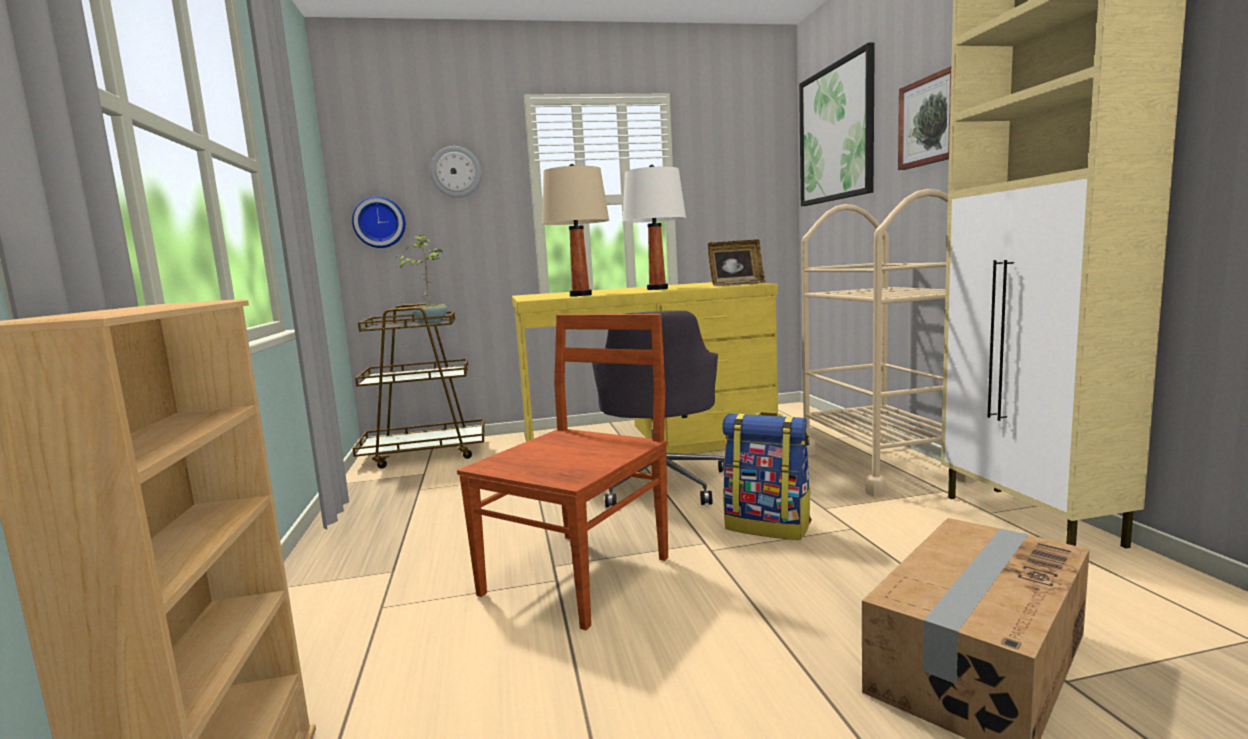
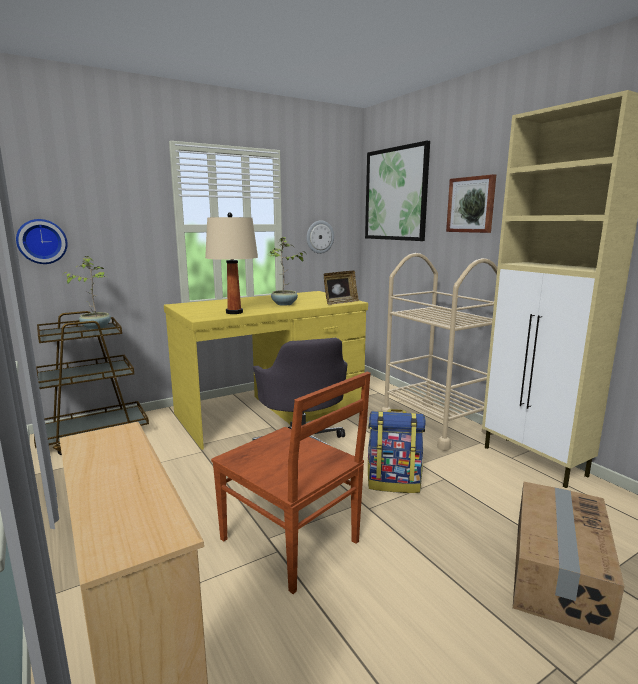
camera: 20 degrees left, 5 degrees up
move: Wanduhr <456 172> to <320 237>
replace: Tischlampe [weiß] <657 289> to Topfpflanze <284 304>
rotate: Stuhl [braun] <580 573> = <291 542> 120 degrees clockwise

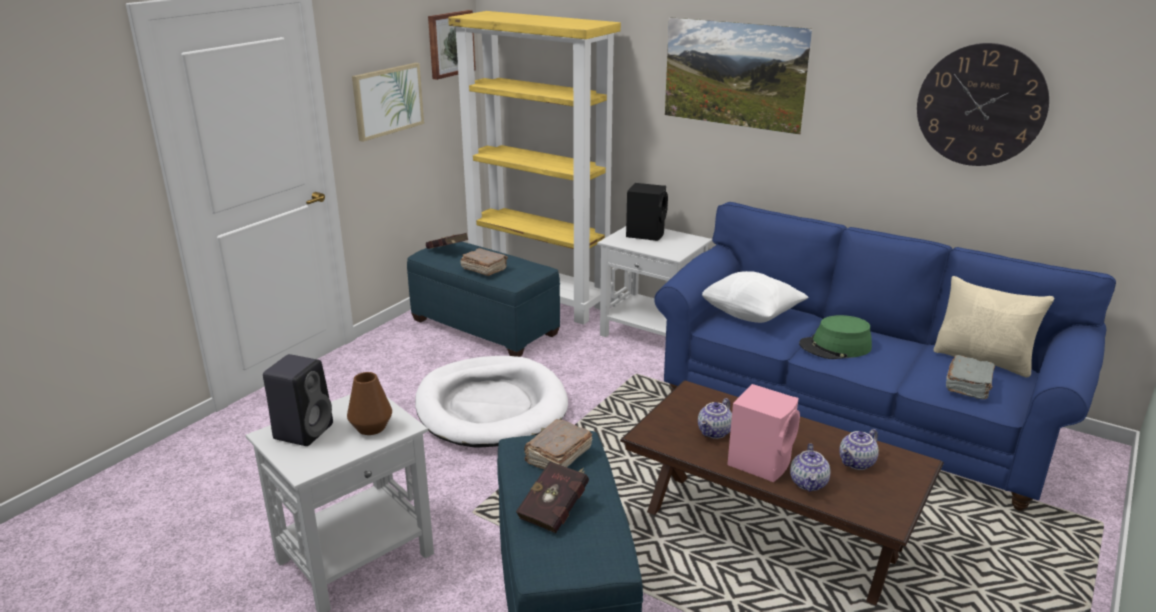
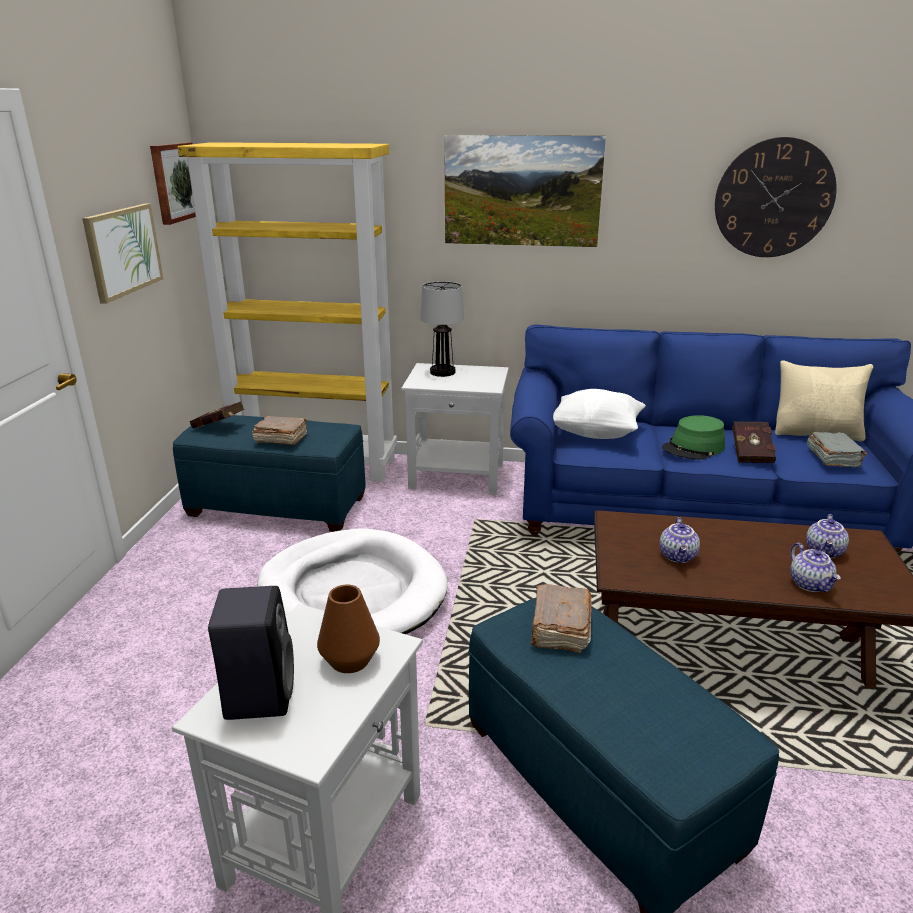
camera: 25 degrees left, 0 degrees up
delete: Lautsprecher [rosa] <760 462>
move: Buch [rot] <556 510> to <751 453>
replace: Lautsprecher [schwarz] <646 234> to Tischlampe <442 372>

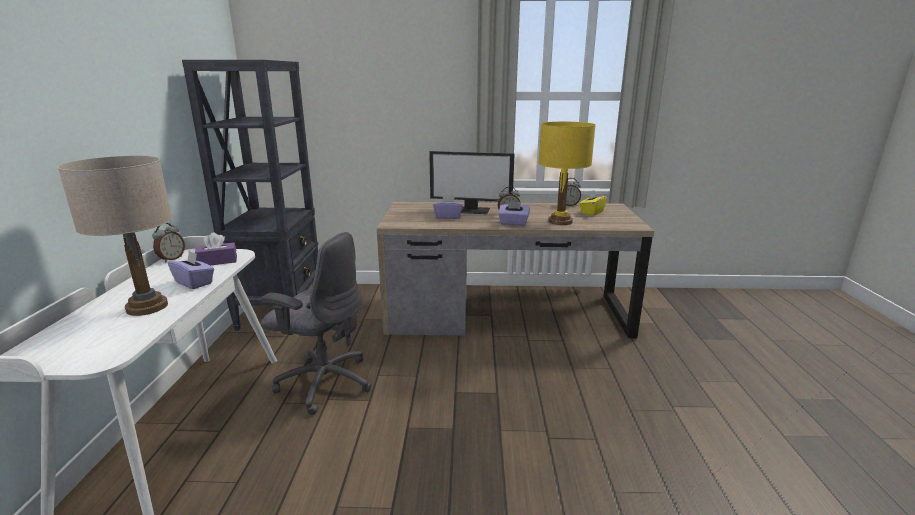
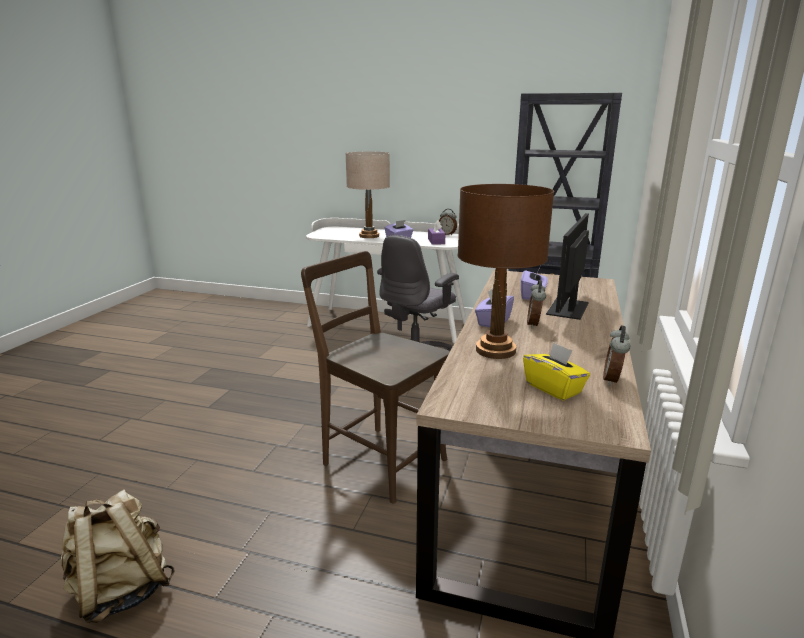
camera: 105 degrees right, 0 degrees up
insert: Rucksack [beige] <121 590>; Stuhl [braun] <379 459>
recolor: Tischlampe [gelb] <560 221> to Tischlampe [braun] <496 350>

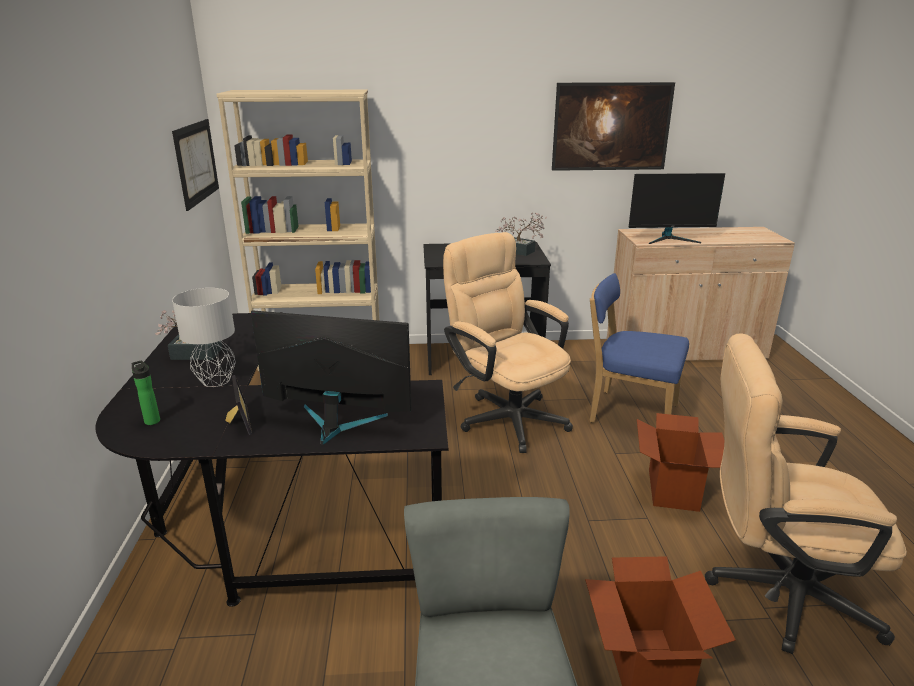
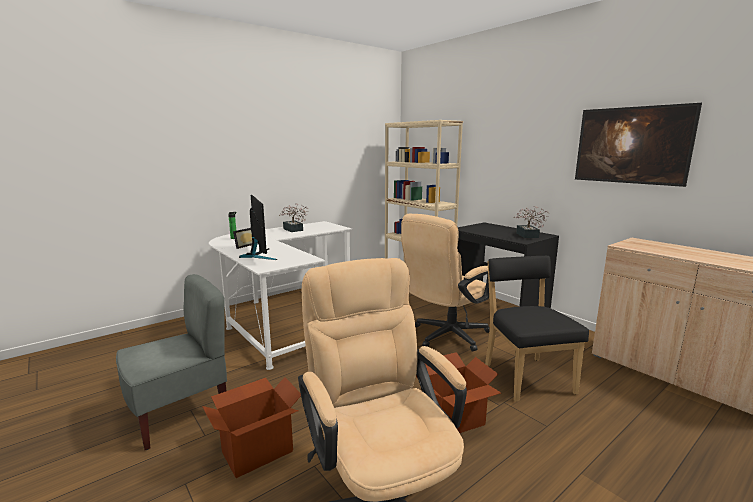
camera: 55 degrees right, 10 degrees down
delete: Bild <196 162>; Tischlampe [grau] <216 380>; Monitor <670 239>
recolor: Schreibtisch [schwarz] <270 520> to Schreibtisch [weiß] <282 316>; Stuhl [blau] <629 413> to Stuhl [schwarz] <525 376>
rotate: Bürostuhl [beige] <506 416> = <445 337> 150 degrees counterclockwise

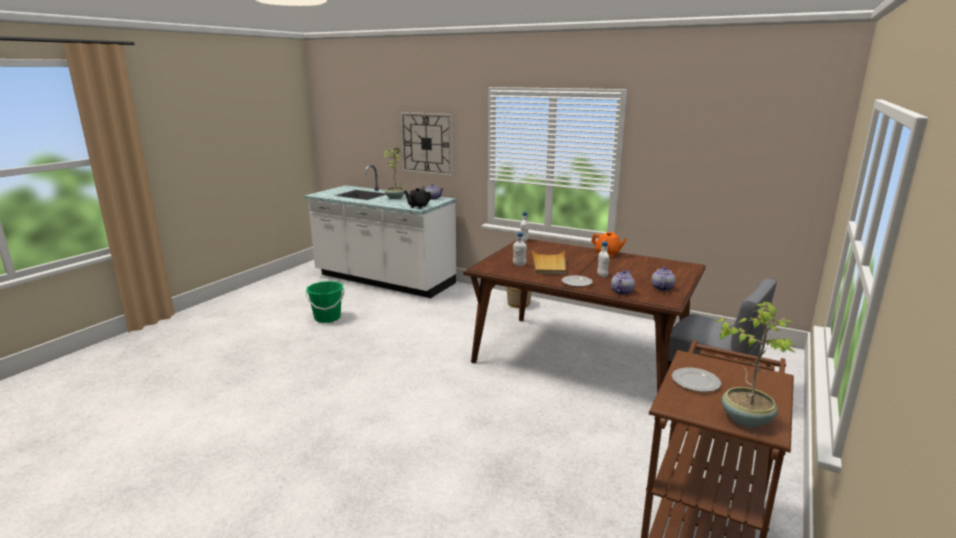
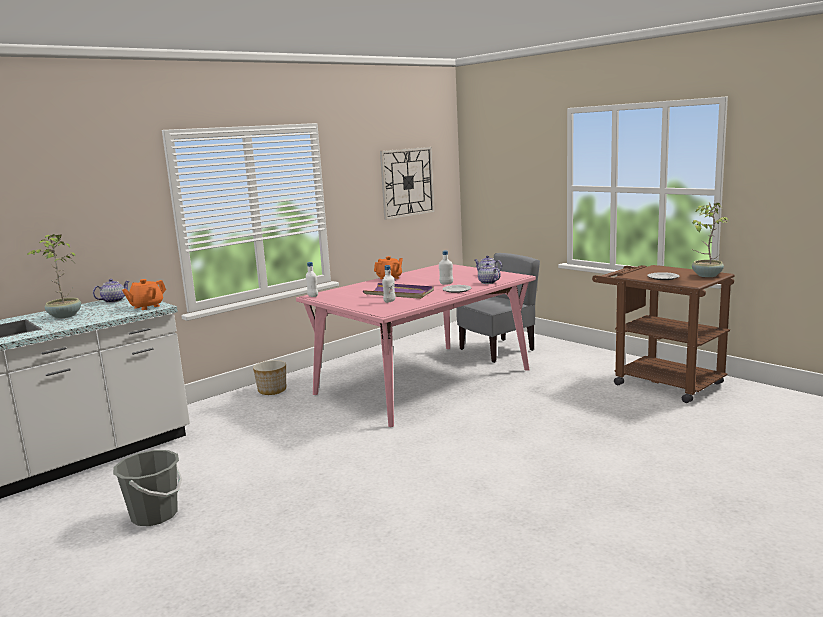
camera: 70 degrees left, 5 degrees down
move: Wanduhr <427 143> to <407 182>
recolor: Eimer [grün] <327 318> to Eimer [grau] <155 515>; Teekanne [schwarz] <418 206> to Teekanne [orange] <146 307>; Esstisch [braun] <579 359> to Esstisch [rosa] <423 382>; Tablett [beige] <549 264> to Tablett [lila] <399 293>

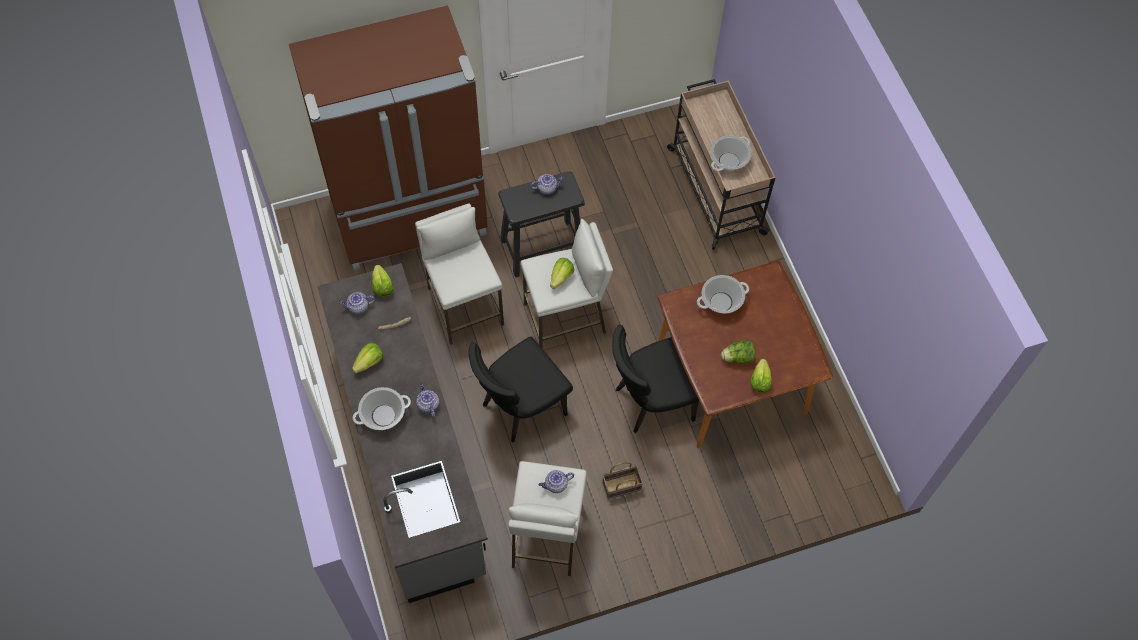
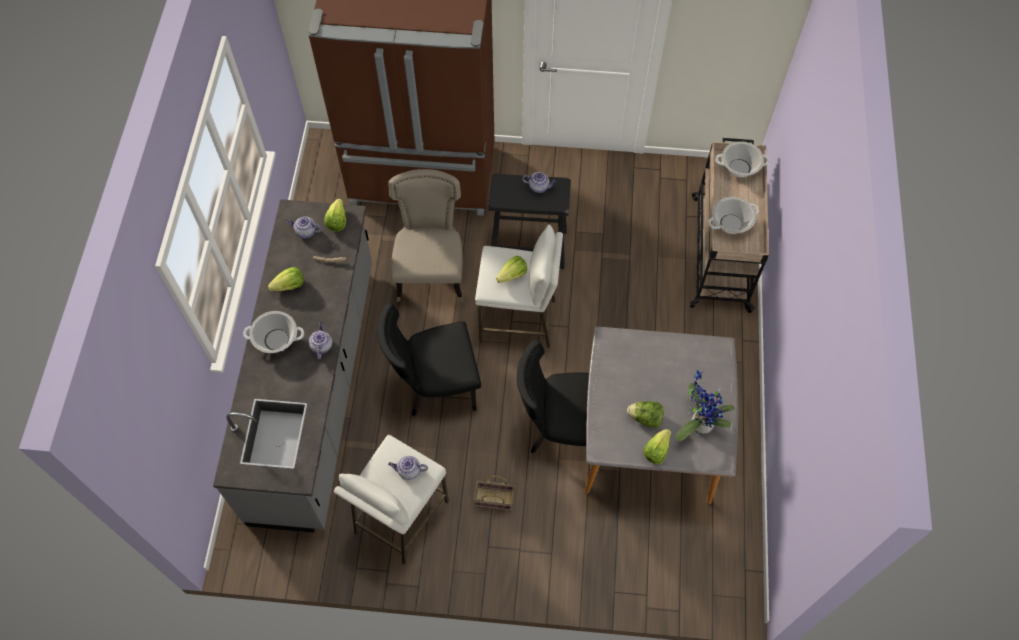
camera: 25 degrees right, 0 degrees up
insert: Topfpflanze <699 422>
move: Kochtopf <721 302> to <739 167>
replace: Hocker [weiß] <464 306> to Stuhl [beige] <431 273>
recolor: Esstisch [braun] <731 380> to Esstisch [grau] <649 440>

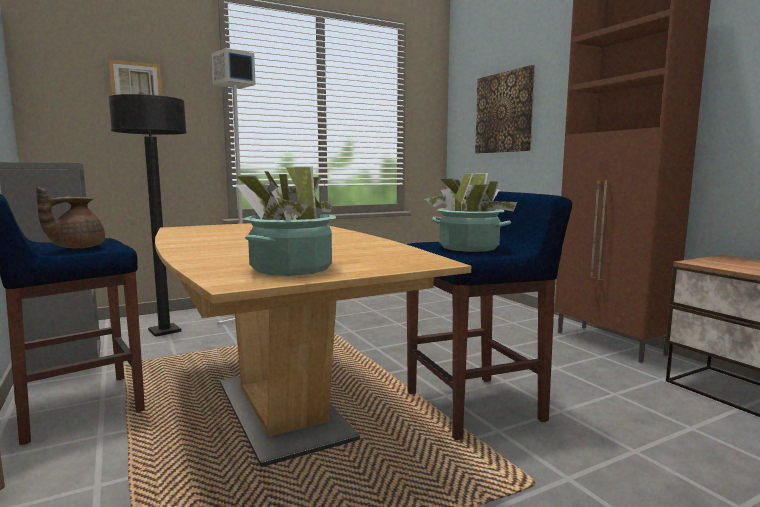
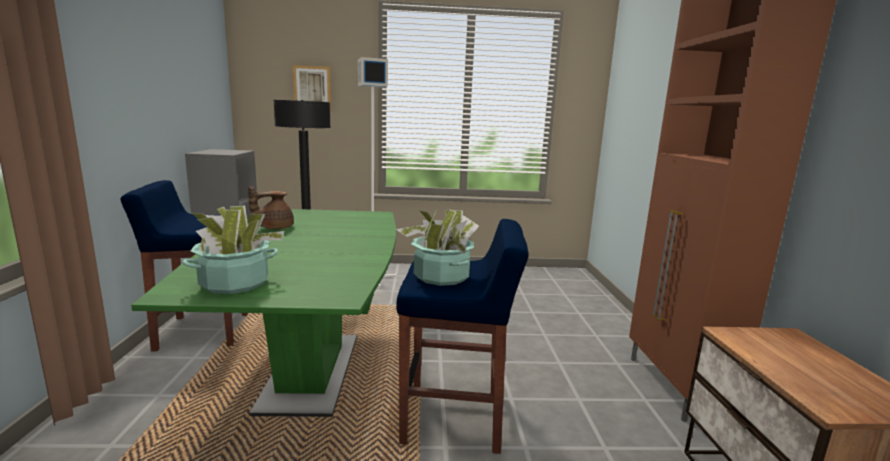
camera: 25 degrees right, 5 degrees up
delete: Bild <504 112>
move: Teekanne [braun] <76 247> to <274 228>
recolor: Esstisch [braun] <282 410> to Esstisch [grün] <311 371>

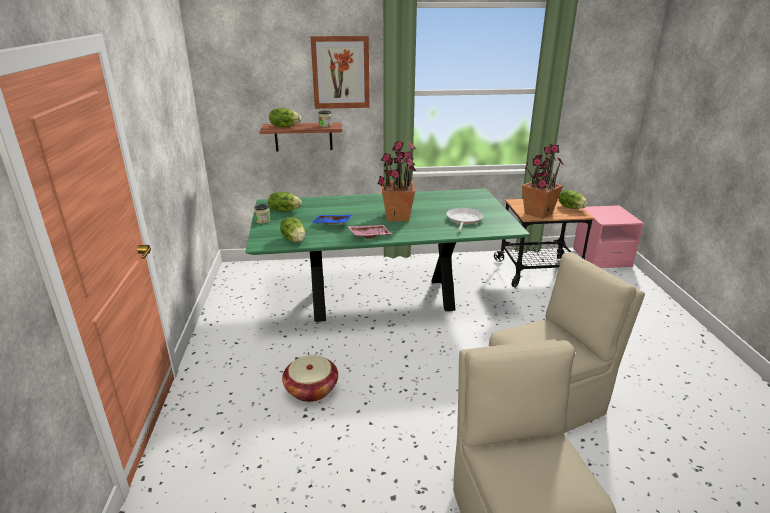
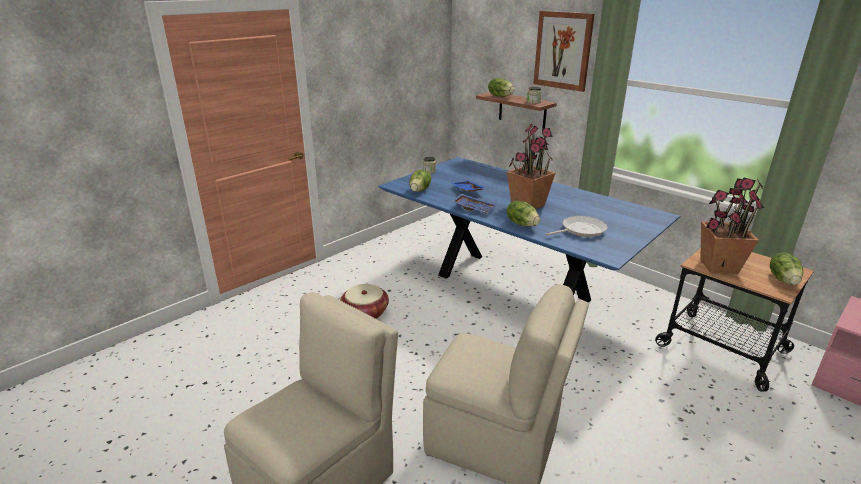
camera: 50 degrees right, 0 degrees up
move: Salatkopf <284 210> to <522 224>
recolor: Esstisch [grün] <382 300> to Esstisch [blau] <512 287>; Tablett [rosa] <369 235> to Tablett [blau] <474 208>

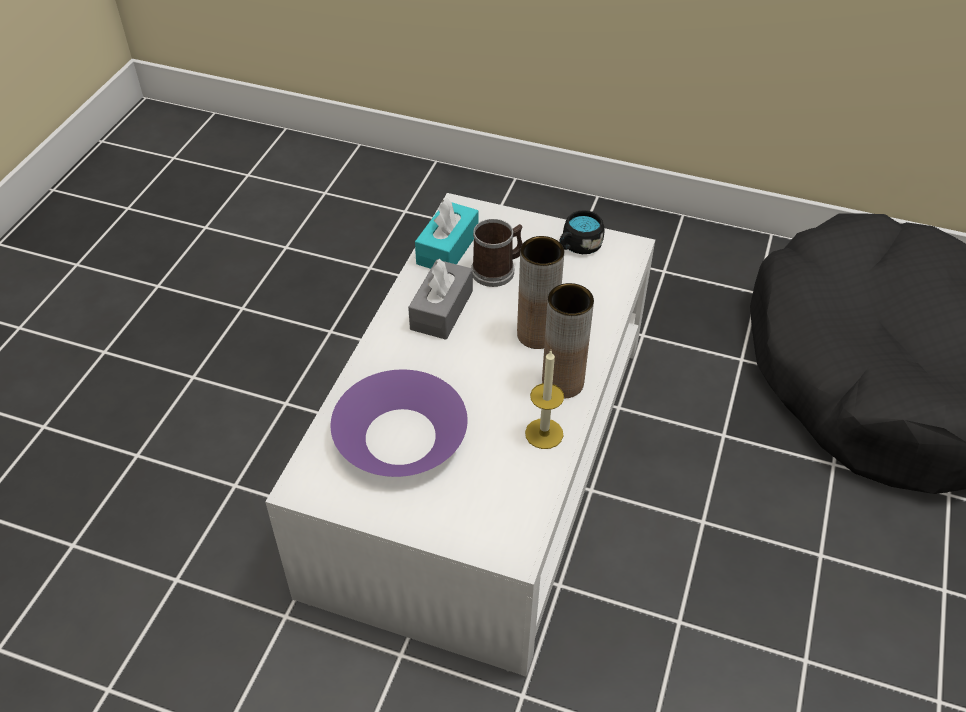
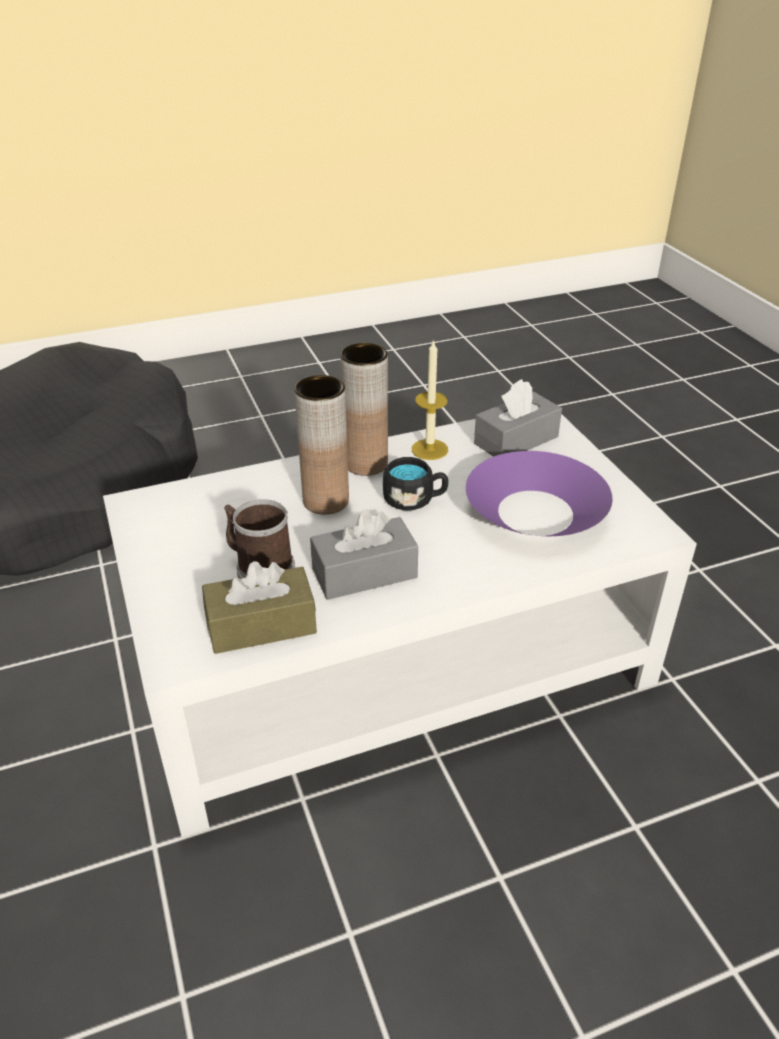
camera: 130 degrees left, 10 degrees down
insert: Taschentuchbox [grau] <516 440>
move: Henkelbecher [schwarz] <578 246> to <414 500>
recolor: Taschentuchbox [türkis] <447 248> to Taschentuchbox [braun] <261 625>

